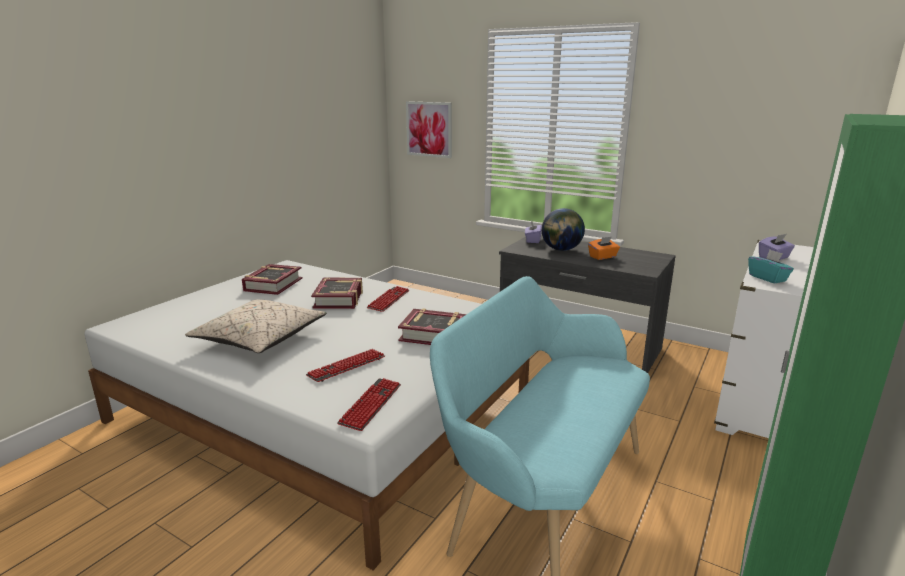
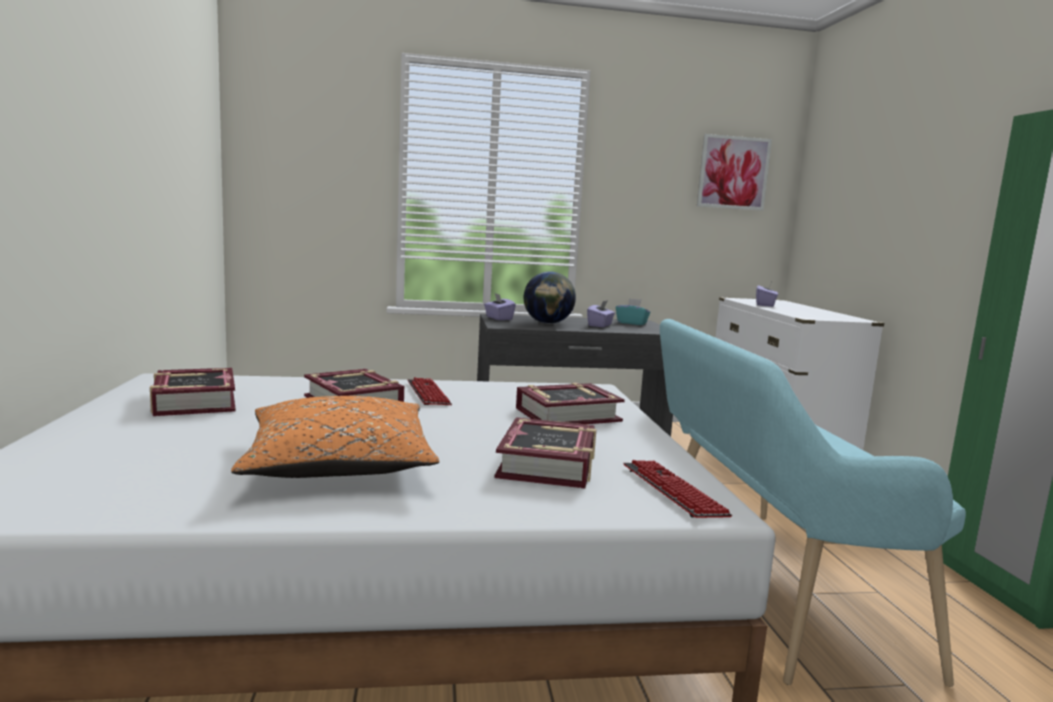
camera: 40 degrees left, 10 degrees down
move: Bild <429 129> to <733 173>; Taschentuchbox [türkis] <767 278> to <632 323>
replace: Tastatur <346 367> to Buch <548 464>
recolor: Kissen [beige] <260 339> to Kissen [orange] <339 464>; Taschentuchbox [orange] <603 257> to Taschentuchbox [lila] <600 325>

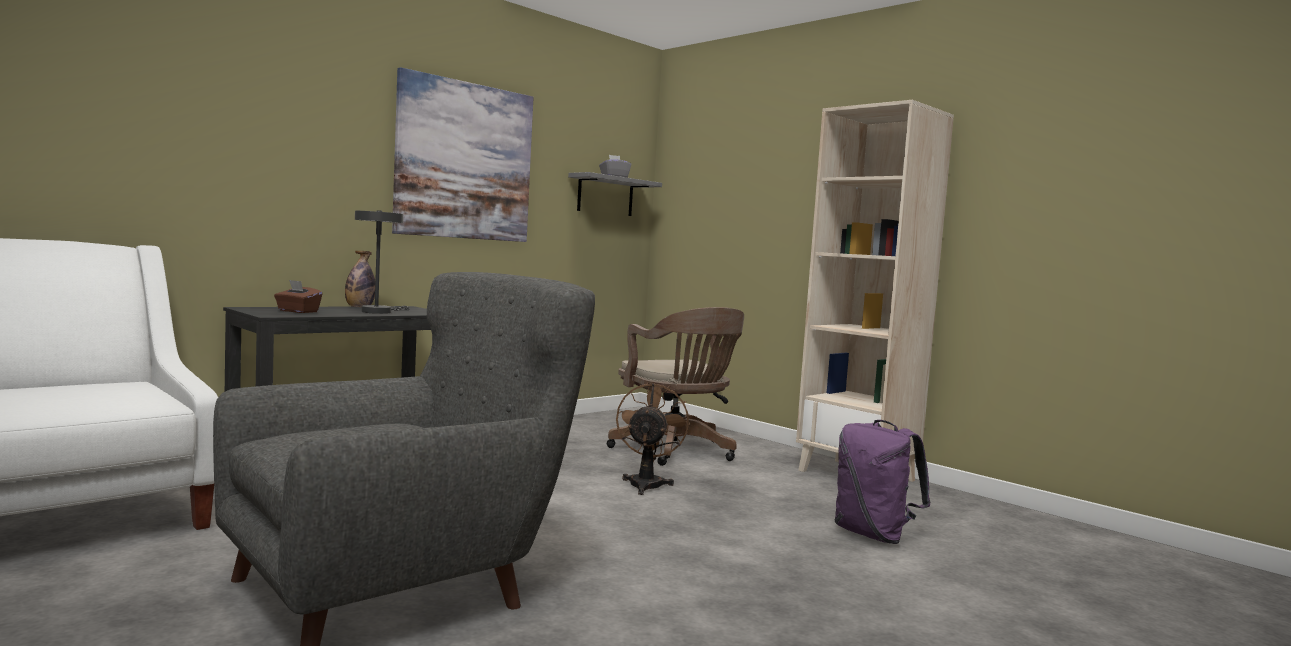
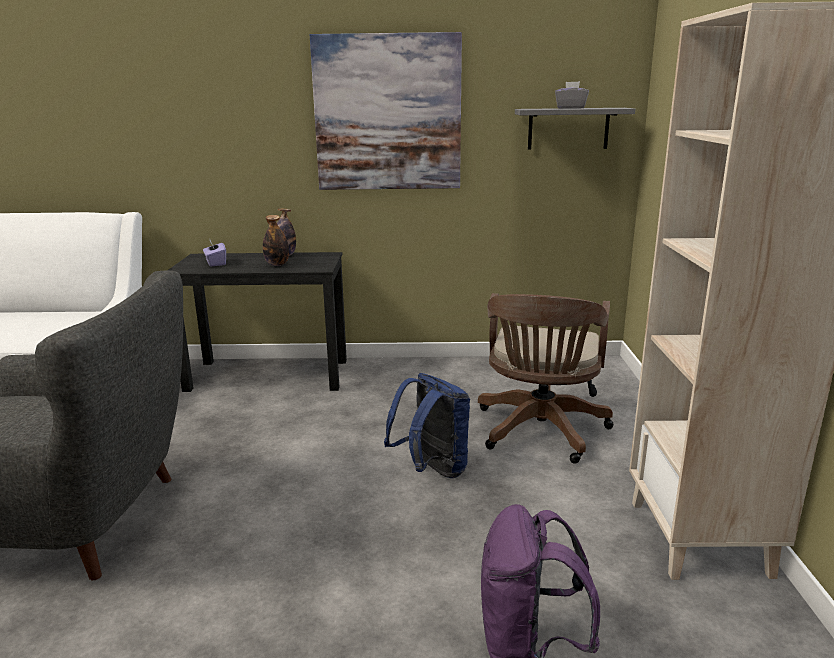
camera: 45 degrees right, 15 degrees up
replace: Tischlampe [grau] <379 311> to Flasche <277 264>; Ventilator [braun] <647 483> to Rucksack [blau] <432 470>
recolor: Taschentuchbox [braun] <297 311> to Taschentuchbox [lila] <215 263>

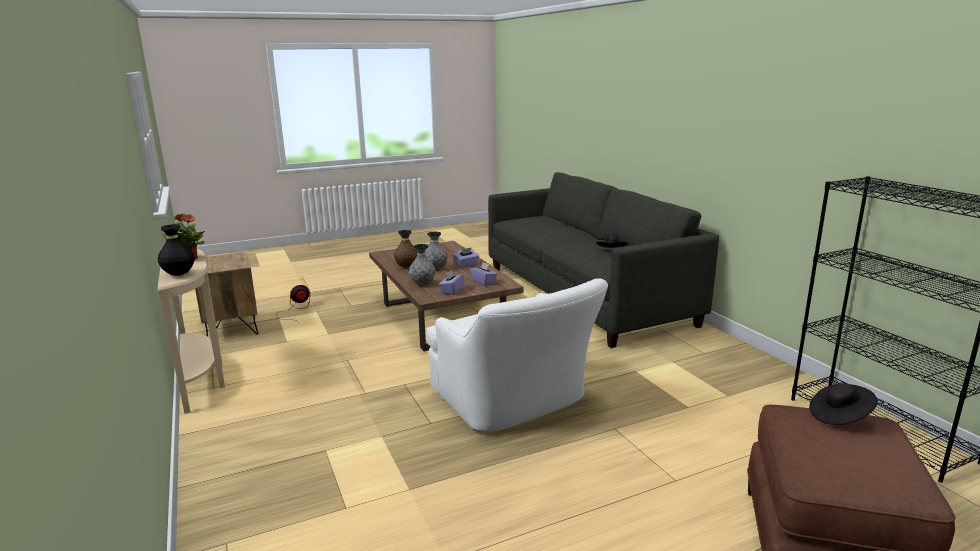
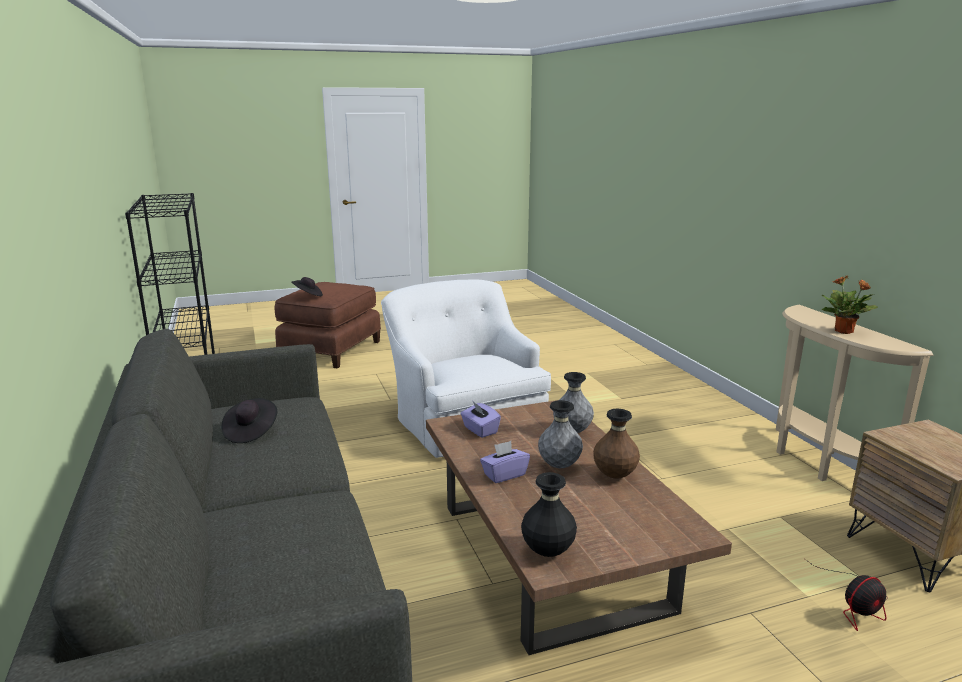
camera: 175 degrees left, 0 degrees up
delete: Taschentuchbox [lila] <452 291>
move: Vase [schwarz] <179 274> to <547 552>

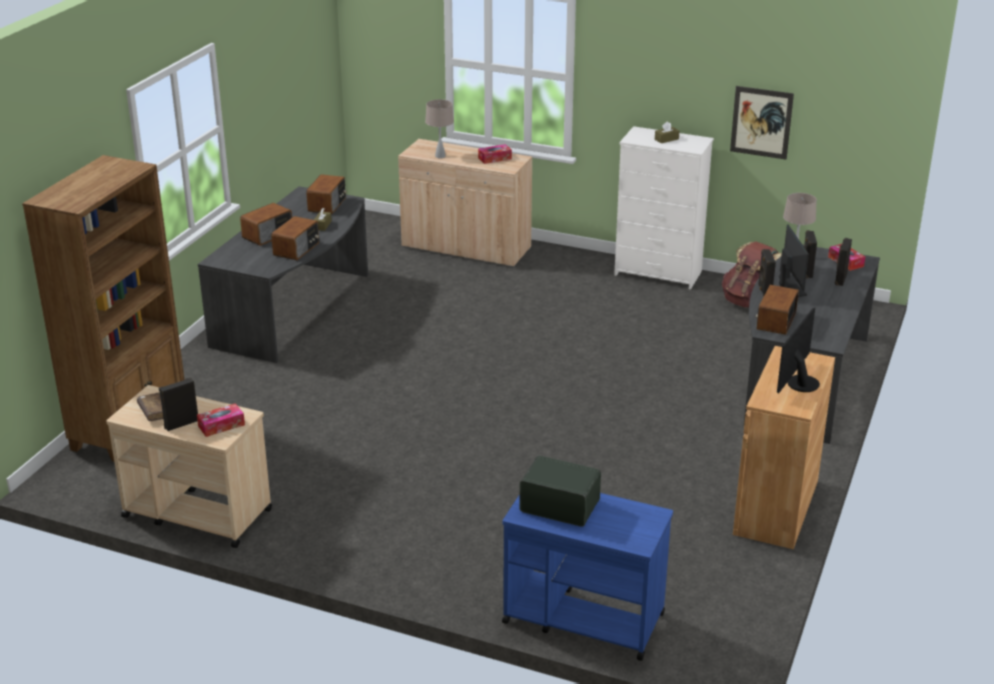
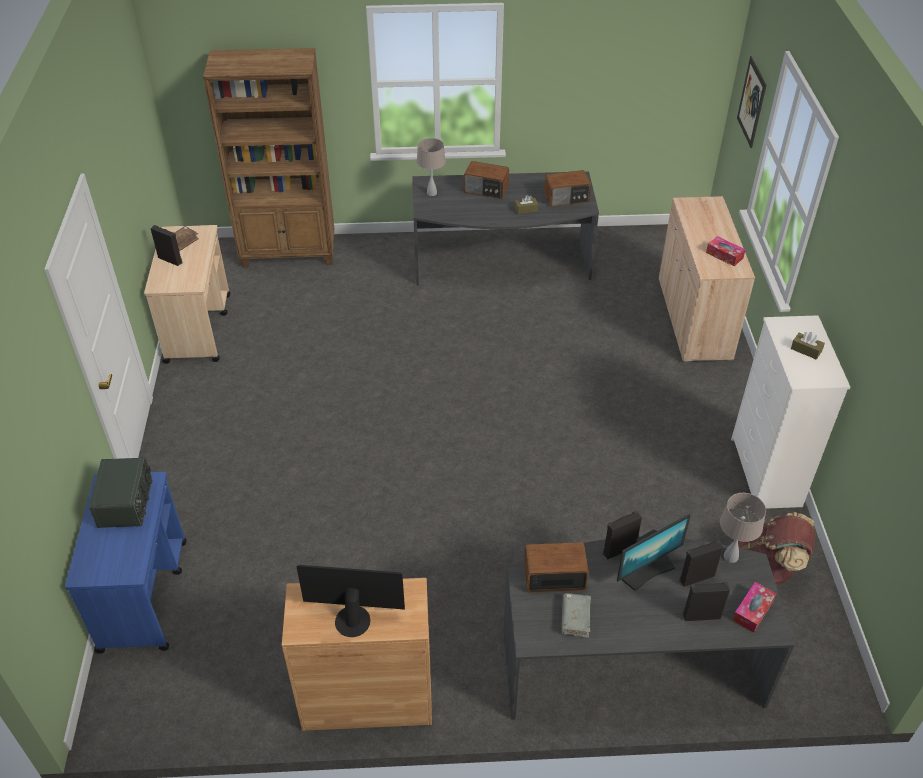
camera: 65 degrees right, 15 degrees up
delete: Taschentuchbox <221 425>; Radio <297 249>
insert: Buch [grau] <575 618>
move: Tischlampe [beige] <440 156> to <431 193>; Bild <761 122> to <751 102>

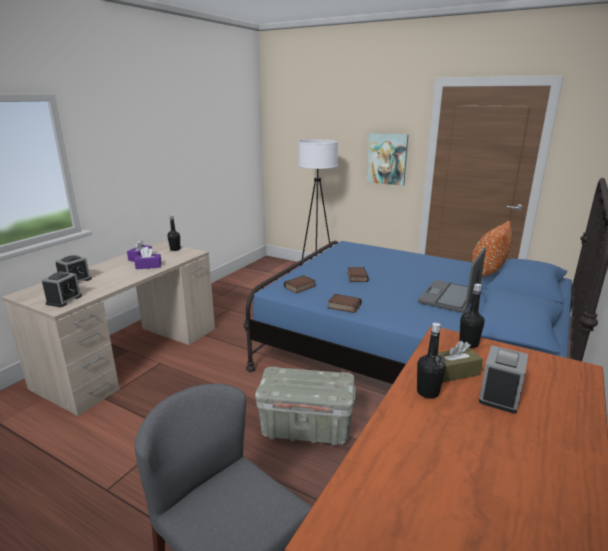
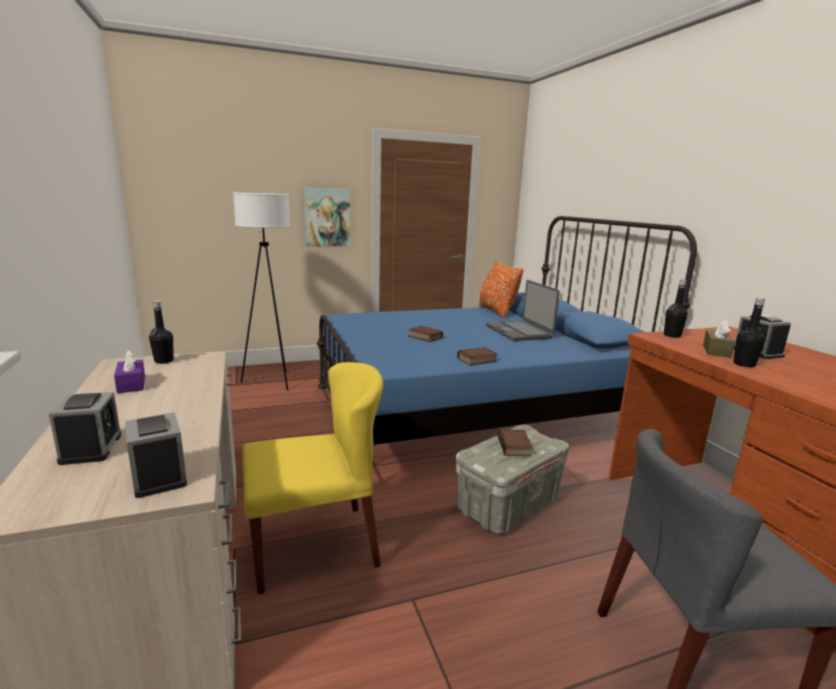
camera: 50 degrees left, 5 degrees down
delete: Taschentuchbox [lila] <148 266>
insert: Stuhl [gelb] <315 545>
move: Buch <300 287> to <515 447>

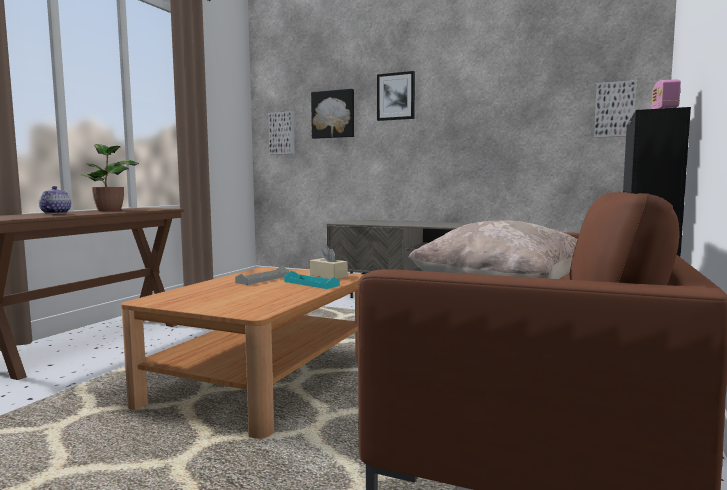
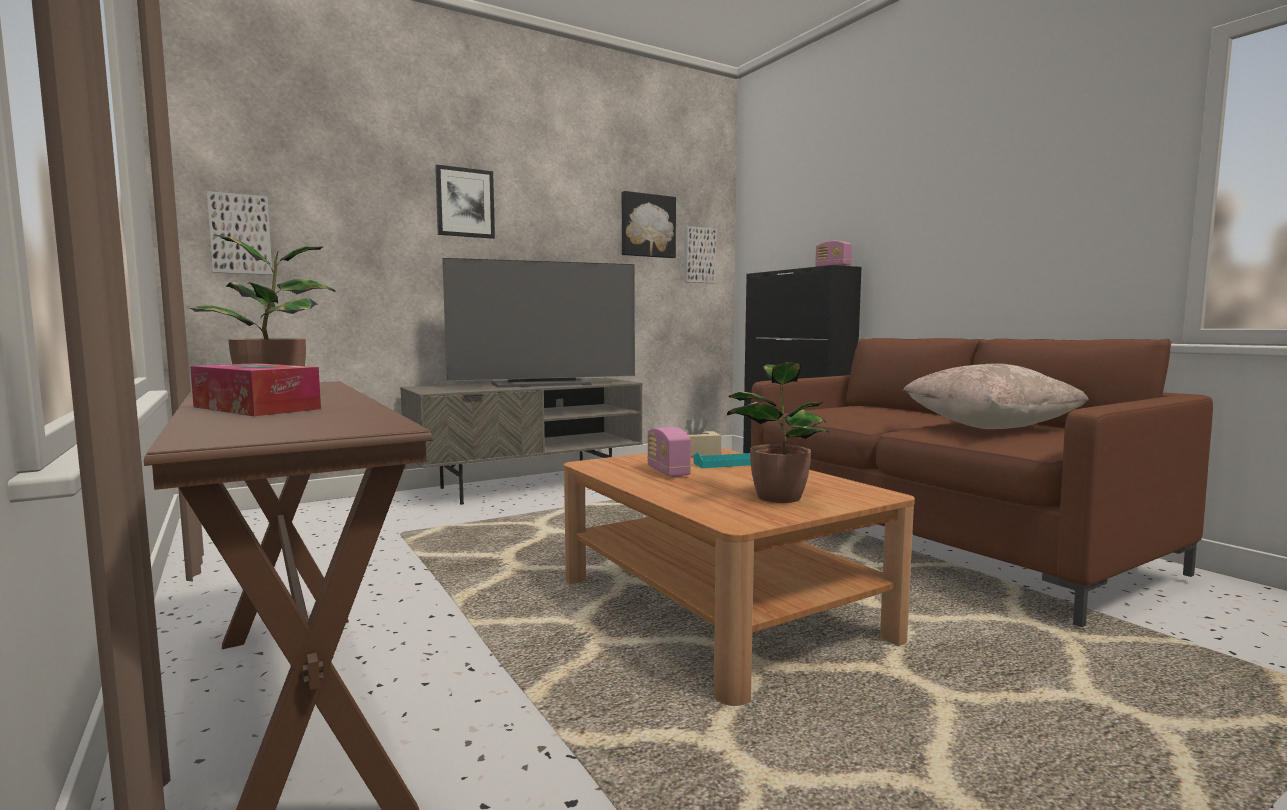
camera: 55 degrees left, 0 degrees up
insert: Fernseher <542 384>; Topfpflanze <777 496>
move: Bild <333 114> to <647 226>
replace: Teekanne <56 213> to Taschentuchbox <256 408>; Tablett [grau] <263 279> to Radio <668 472>

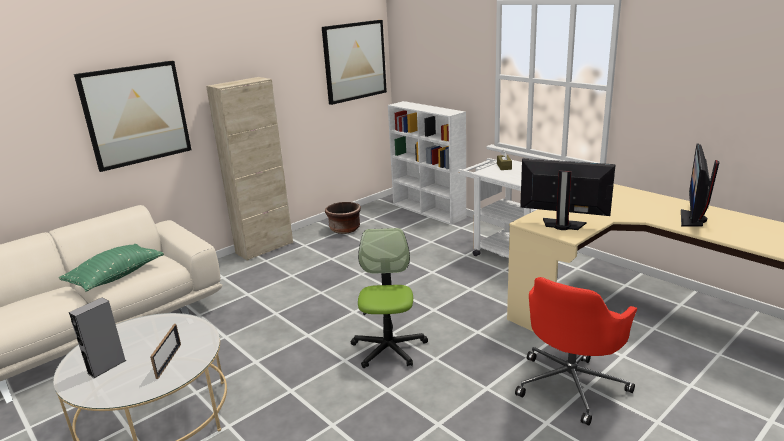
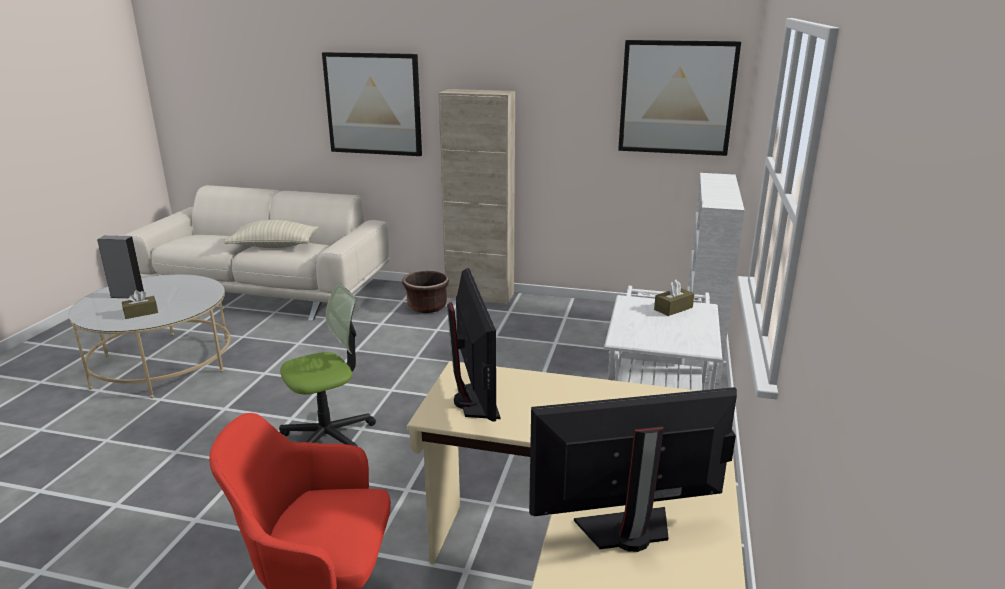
camera: 55 degrees right, 0 degrees up
move: Pflanzkübel [braun] <344 229> to <427 307>
replace: Bilderrahmen <169 361> to Taschentuchbox [braun] <141 313>
recolor: Kissen [grün] <116 277> to Kissen [beige] <274 246>

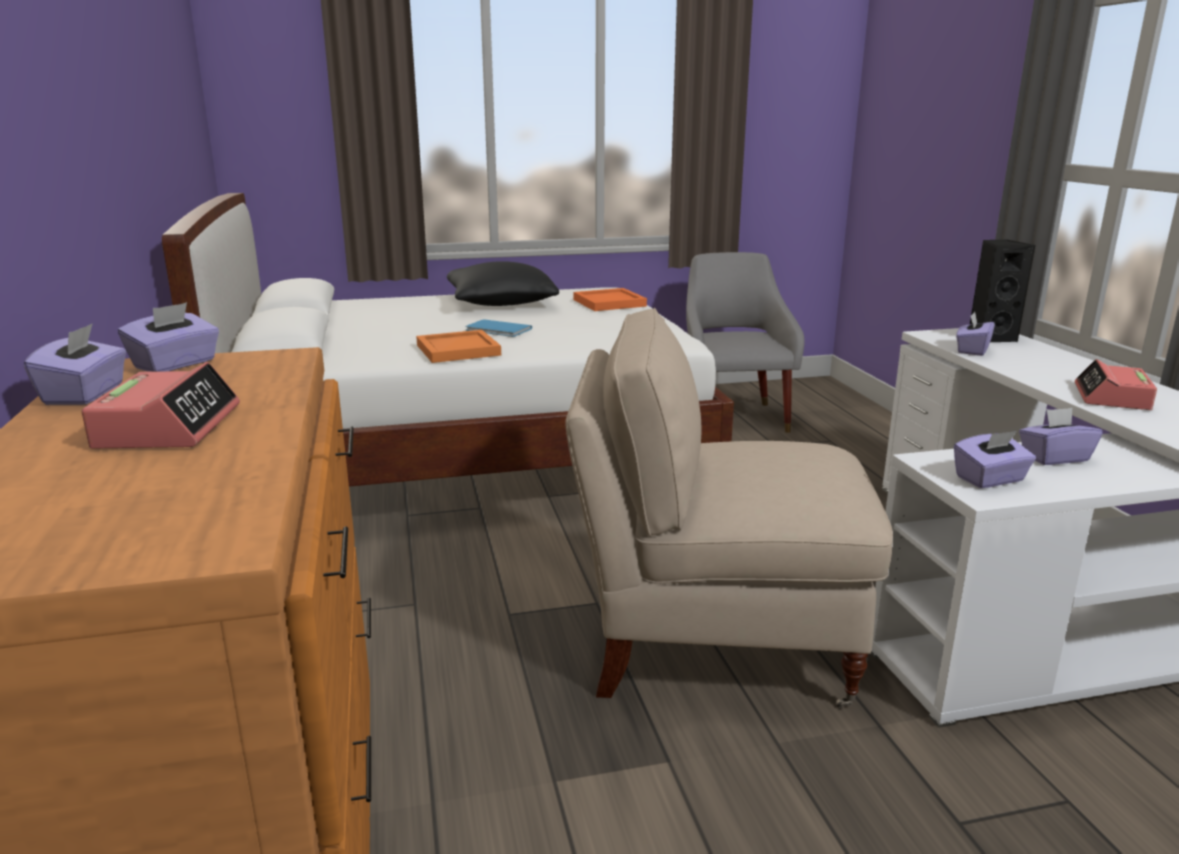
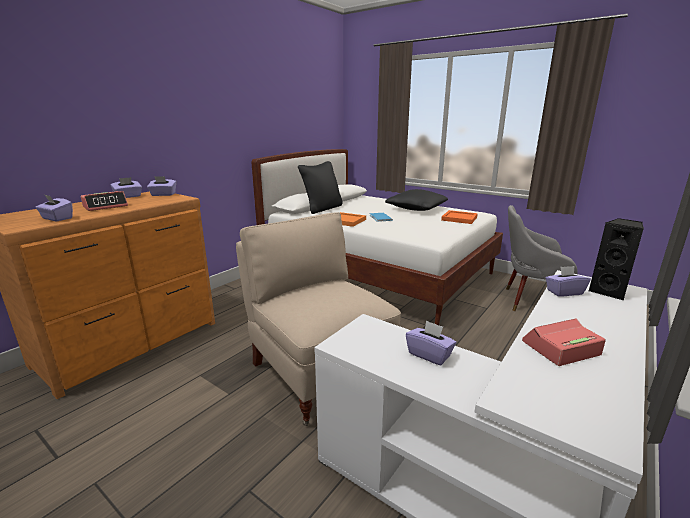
camera: 50 degrees right, 0 degrees up
insert: Kissen [schwarz] <322 208>
move: Taschentuchbox [lila] <990 479> to <57 218>
rotate: Sessel [grau] <733 416> = <529 301> 120 degrees counterclockwise

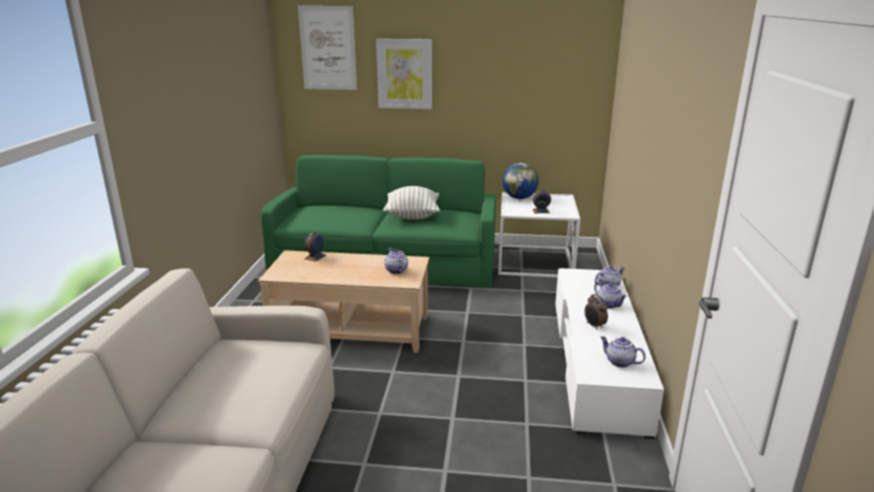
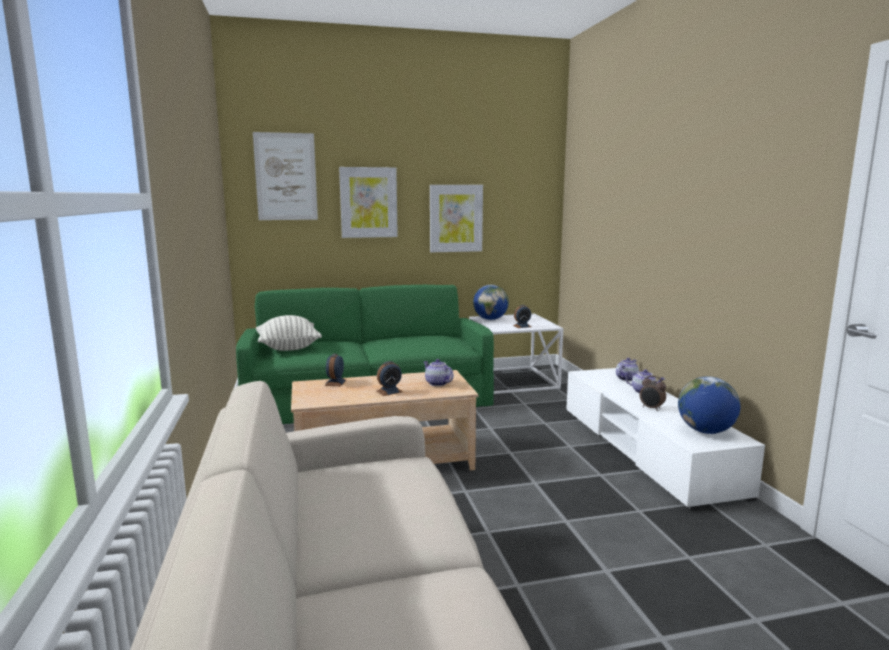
camera: 20 degrees left, 10 degrees down
insert: Wecker <389 391>; Bild <456 218>
move: Kissen <412 216> to <288 348>
replace: Teekanne <619 362> to Globus <706 431>

